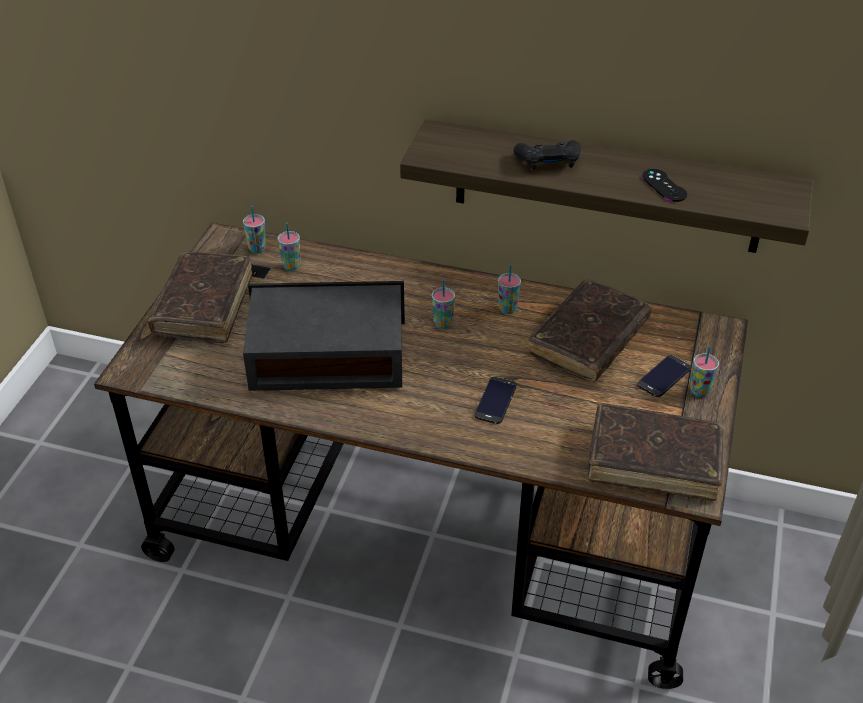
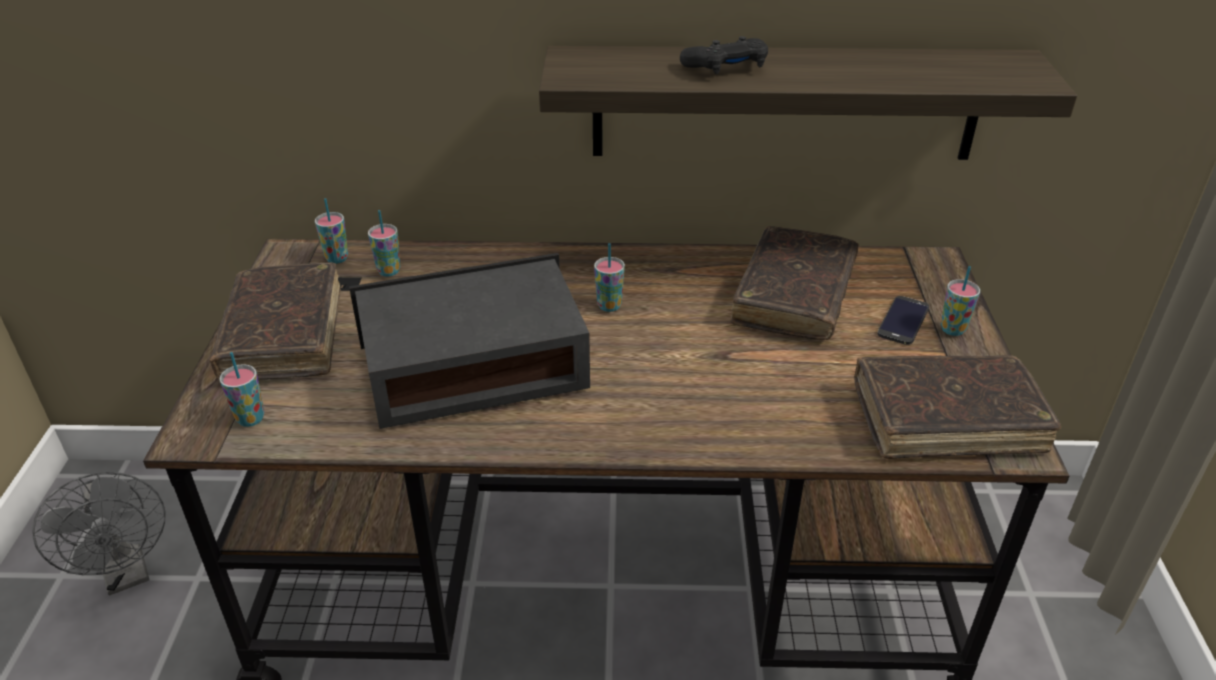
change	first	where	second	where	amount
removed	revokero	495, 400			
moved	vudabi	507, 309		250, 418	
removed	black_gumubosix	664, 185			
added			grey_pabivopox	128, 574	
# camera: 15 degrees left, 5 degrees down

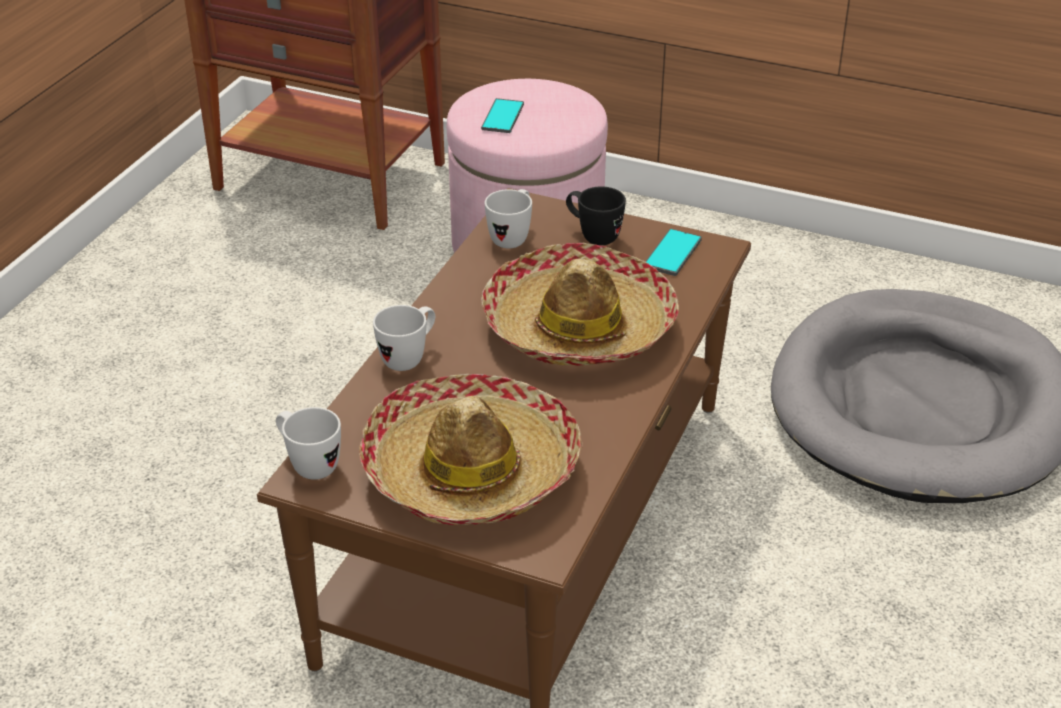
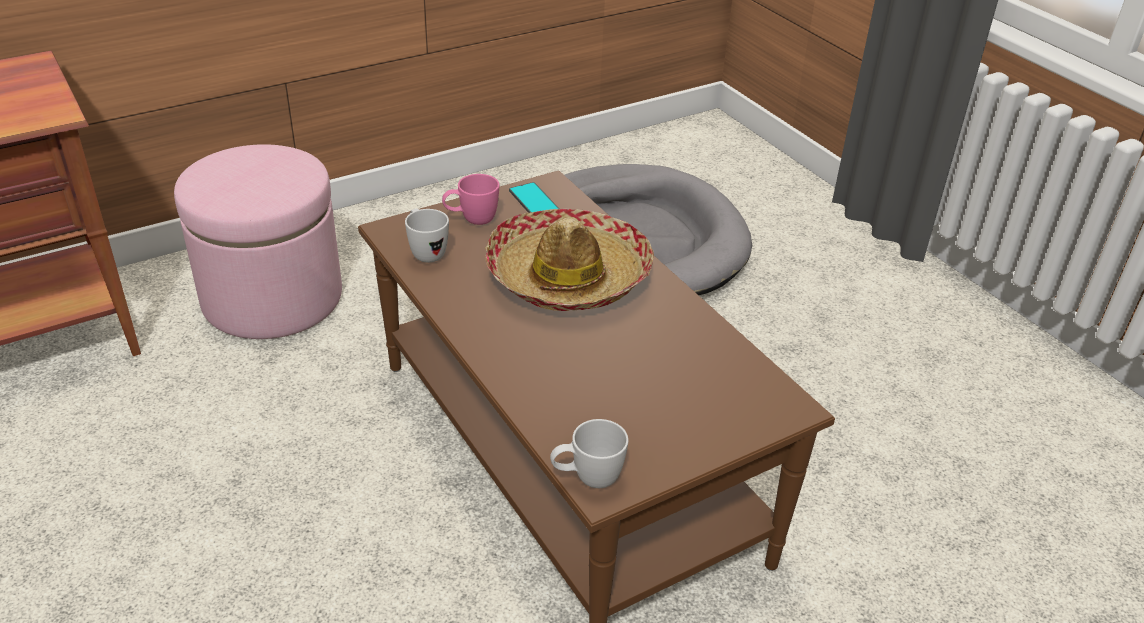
change	first	where	second	where	amount
removed	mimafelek	471, 469			
removed	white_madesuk	409, 357			
removed	revokero	502, 117			
recoloured	black_madesuk	593, 236	pink_madesuk	471, 220	
# camera: 55 degrees left, 0 degrees up

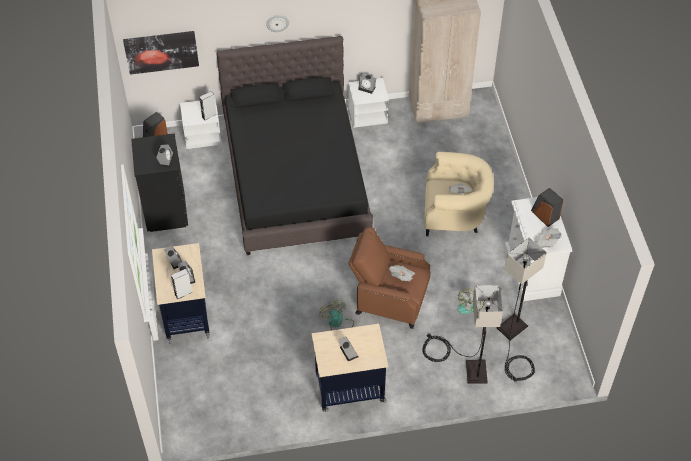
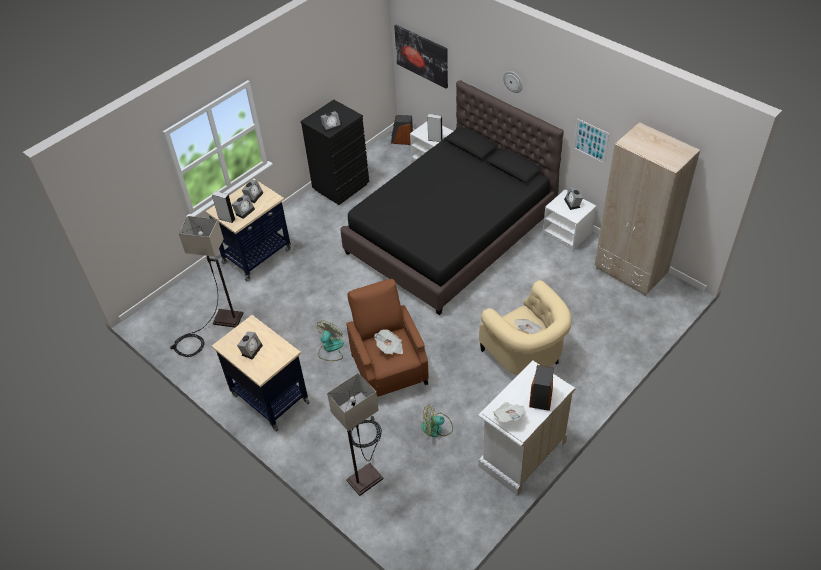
change	first	where	second	where	amount
moved	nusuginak	515, 349		206, 333	
added			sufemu	591, 141	
# camera: 55 degrees right, 5 degrees down

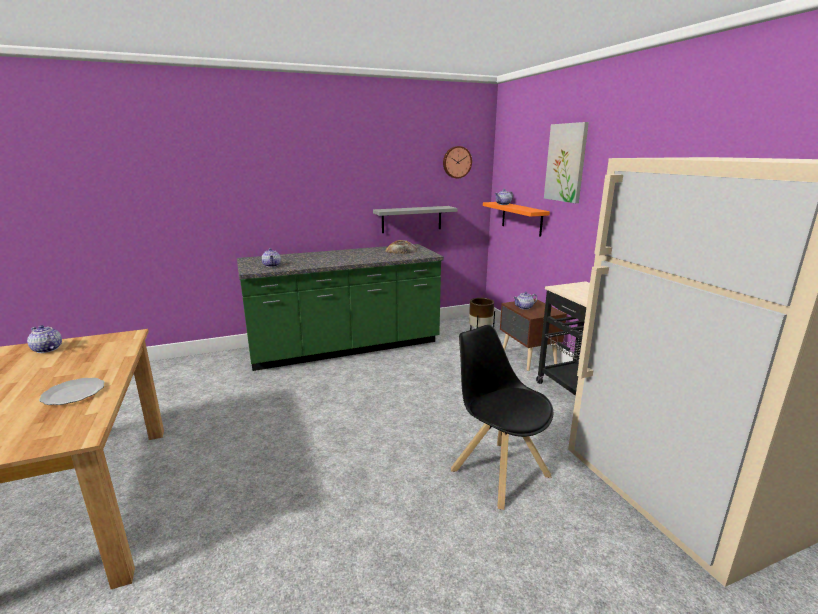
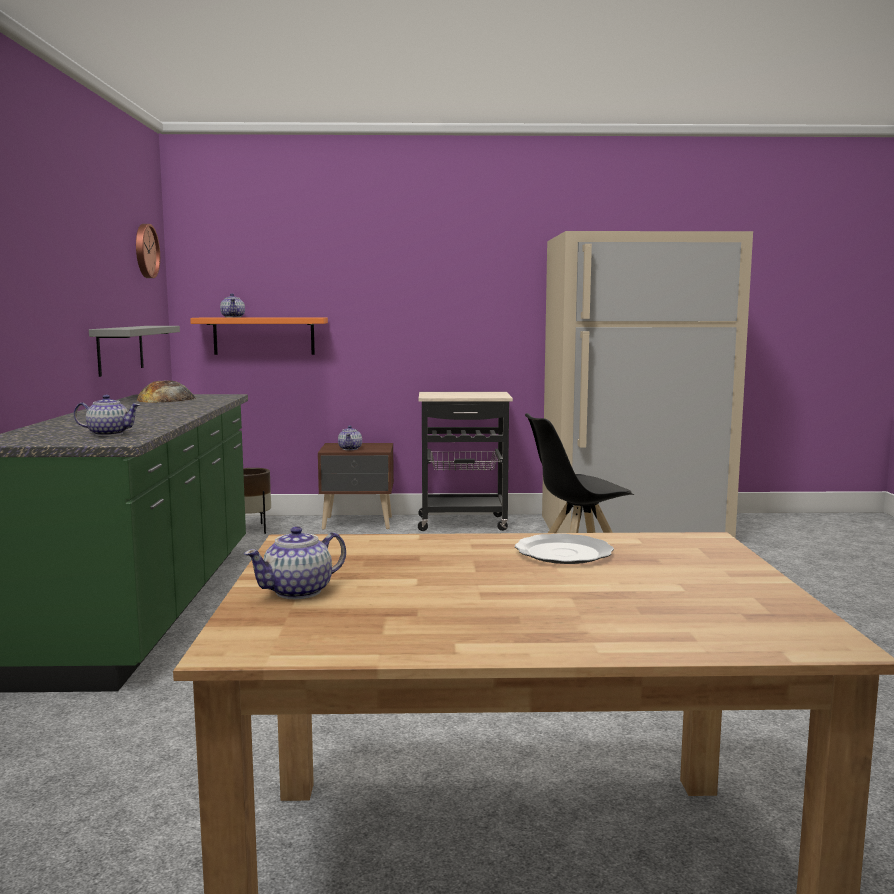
change	first	where	second	where	amount
removed	sufemu	566, 163			
# camera: 70 degrees left, 10 degrees down

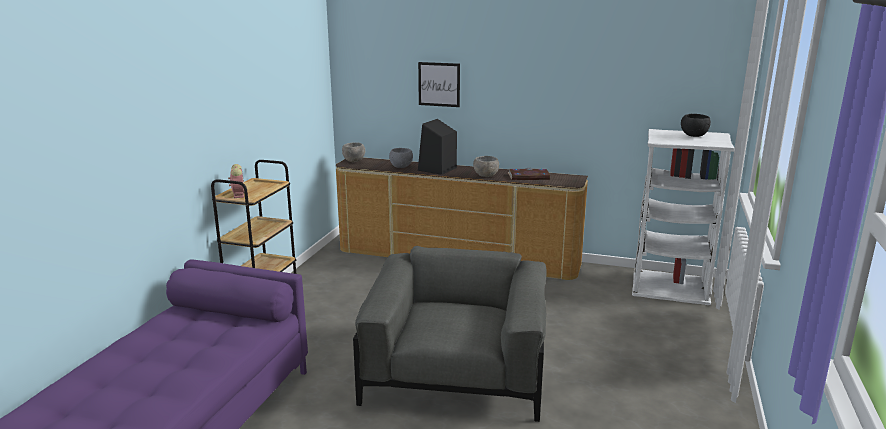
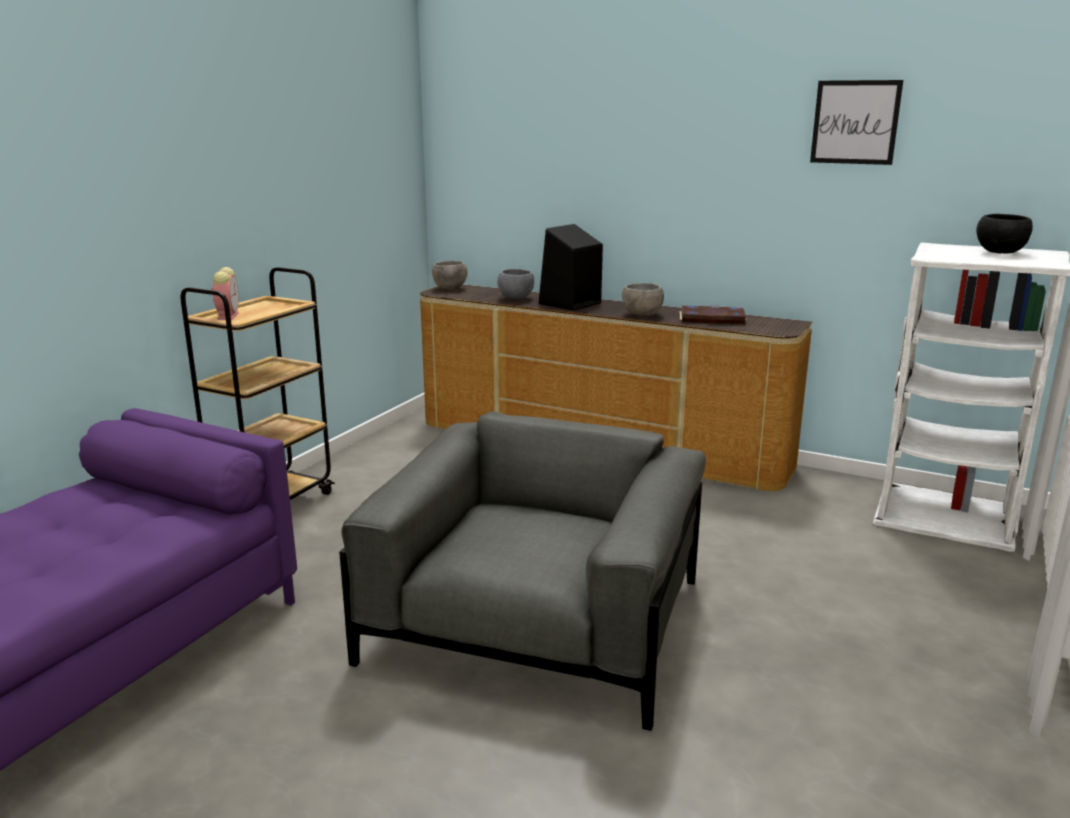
change	first	where	second	where	amount
moved	sufemu	439, 84		855, 122	
# camera: 10 degrees right, 0 degrees up

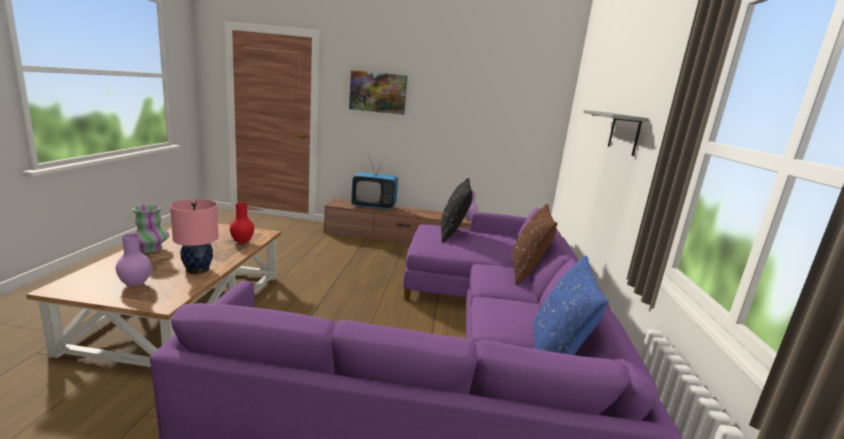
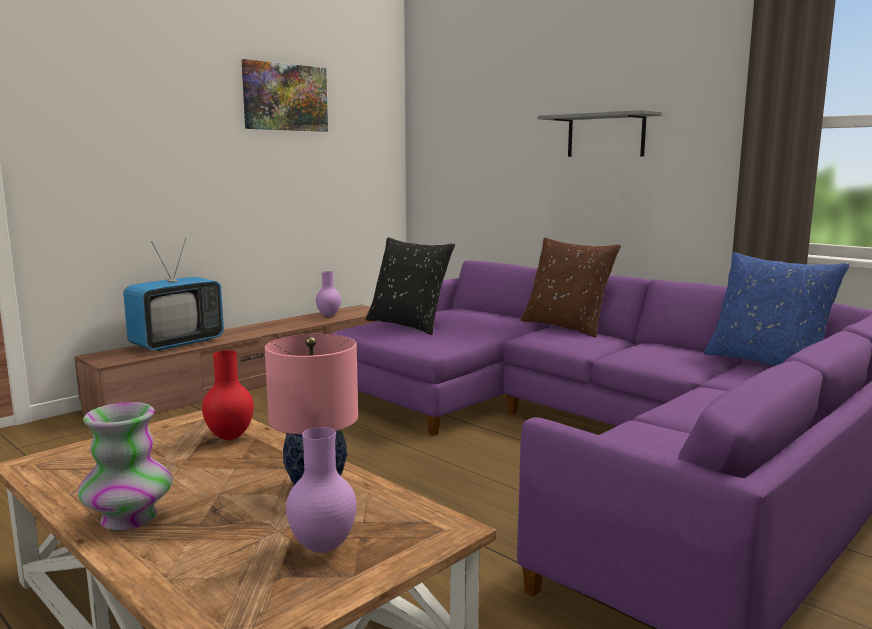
change	first	where	second	where	amount
moved	sufemu	378, 92		285, 97	
# camera: 50 degrees left, 5 degrees down

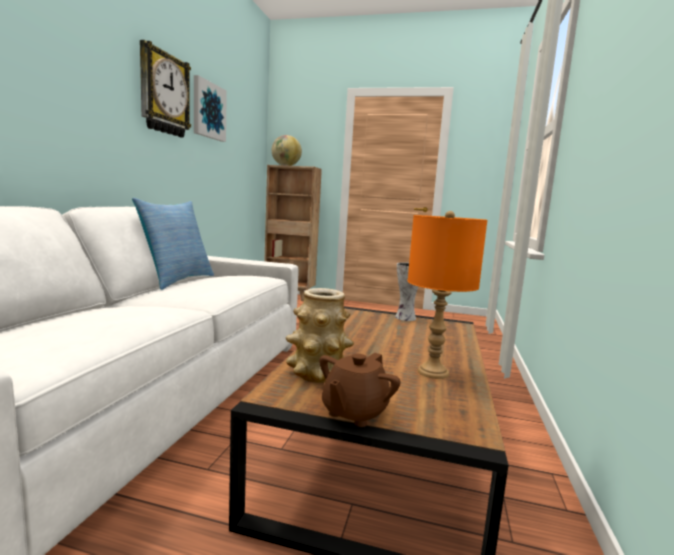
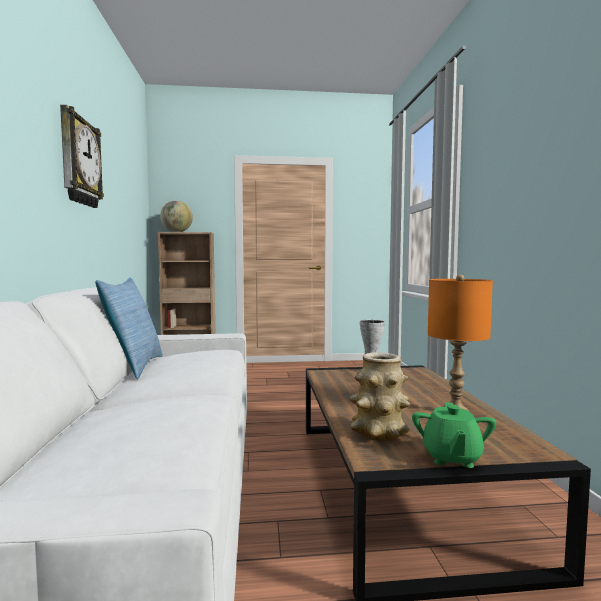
change	first	where	second	where	amount
removed	sufemu	208, 110			
recoloured	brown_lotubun	354, 412	green_lotubun	451, 458	
# camera: 20 degrees left, 5 degrees down

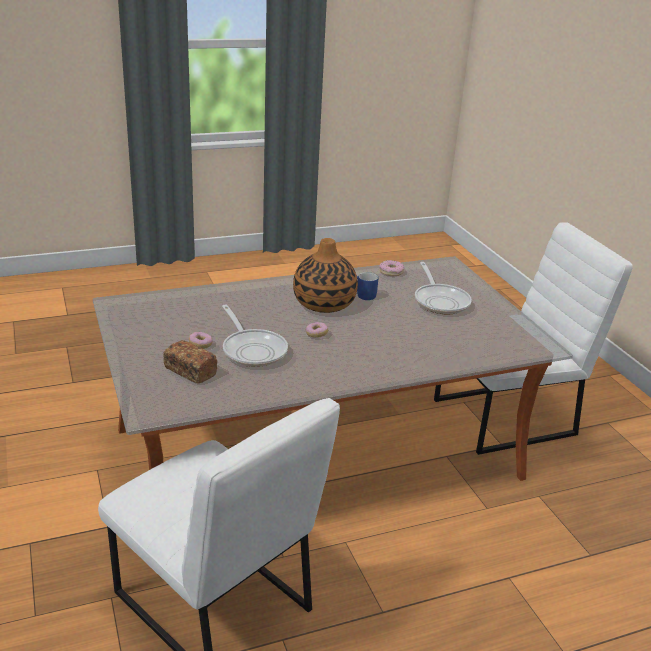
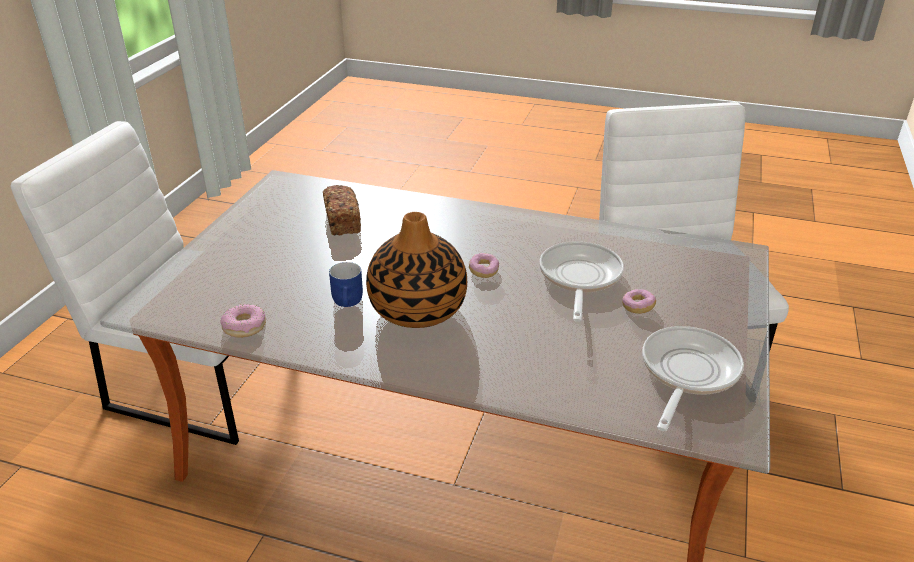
change	first	where	second	where	amount
moved	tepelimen	190, 371		343, 221	
moved	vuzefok	440, 301		686, 373	
# camera: 140 degrees left, 5 degrees up

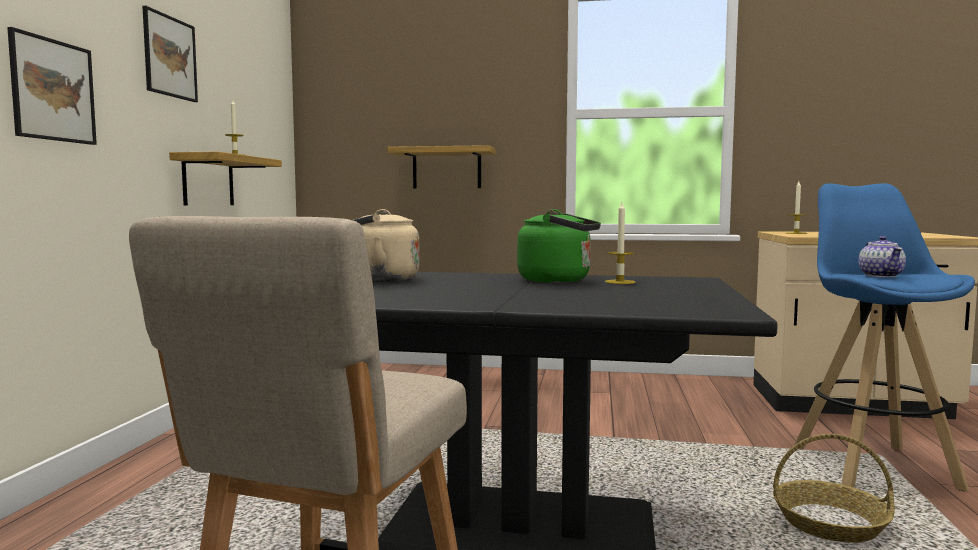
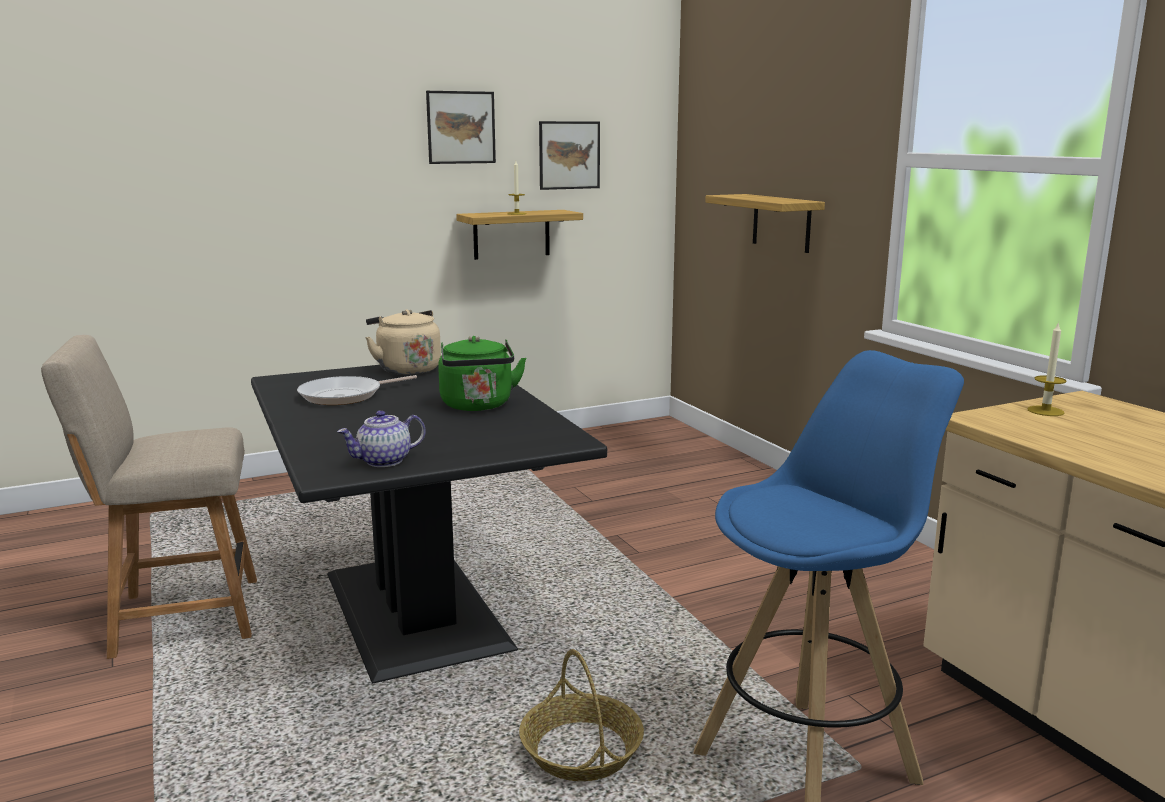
change	first	where	second	where	amount
moved	sufemu	53, 90		569, 155	
removed	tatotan	620, 282			
moved	lotubun	881, 275		384, 461	
added			vuzefok	345, 396	
# camera: 55 degrees right, 10 degrees up

